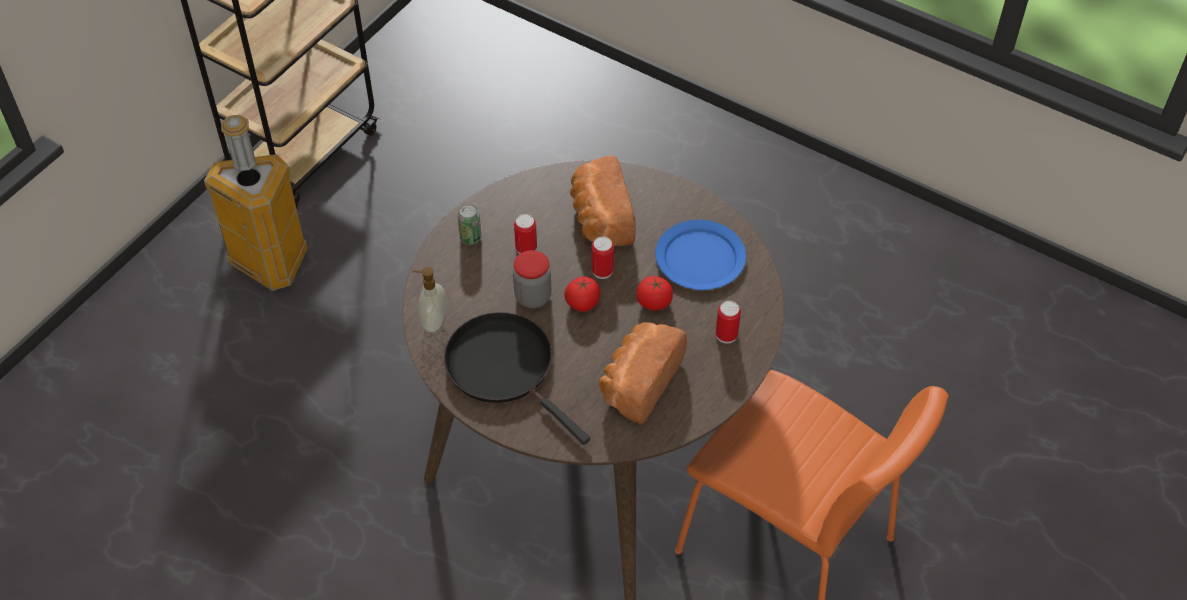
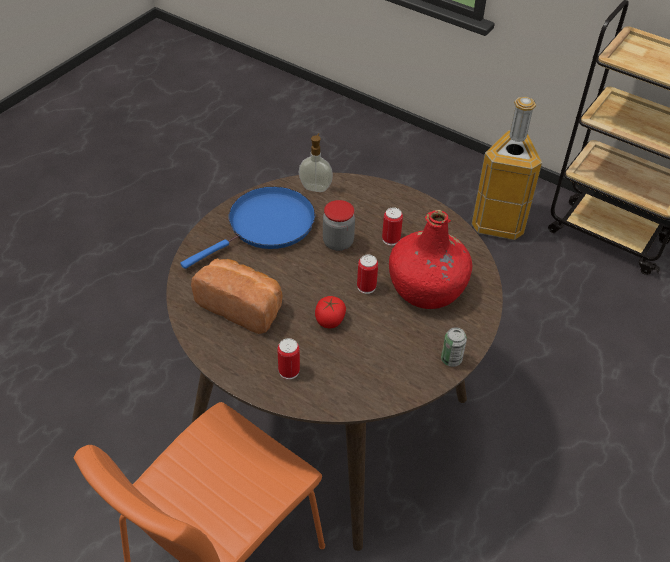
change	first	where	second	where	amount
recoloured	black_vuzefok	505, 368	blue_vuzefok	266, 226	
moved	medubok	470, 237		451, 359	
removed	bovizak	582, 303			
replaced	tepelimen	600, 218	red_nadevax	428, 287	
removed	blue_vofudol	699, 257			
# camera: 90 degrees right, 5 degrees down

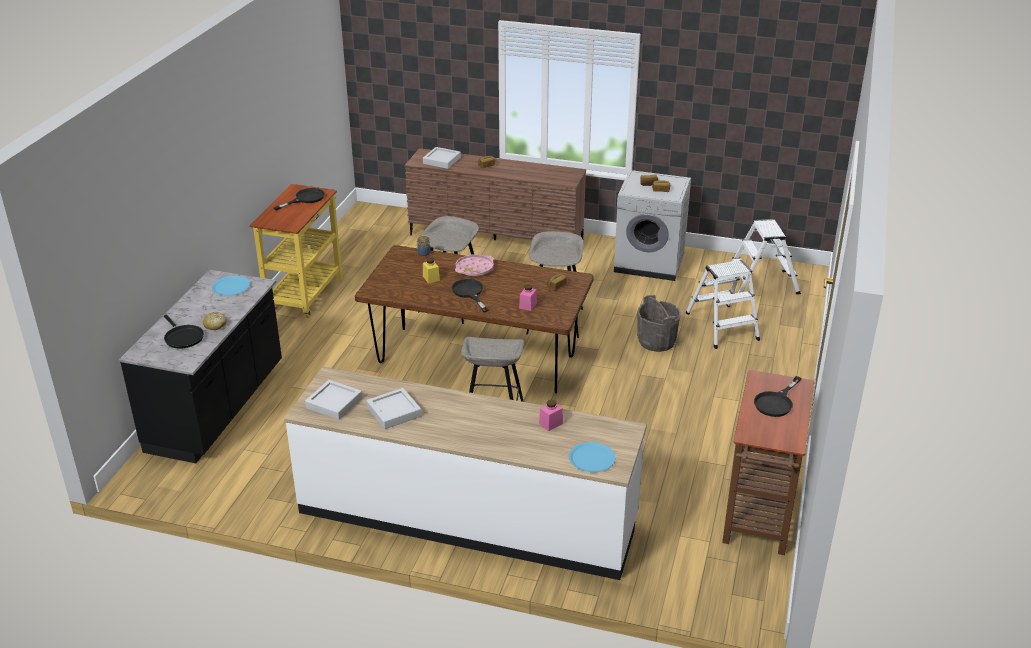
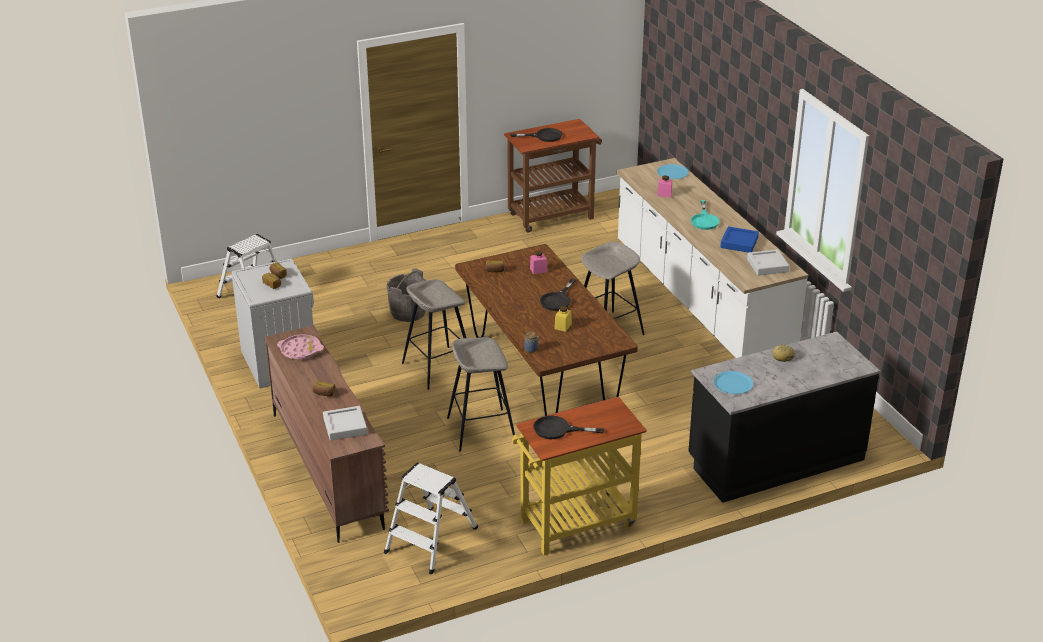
change	first	where	second	where	amount
removed	black_vuzefok	183, 337			
recoloured	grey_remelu	394, 412	blue_remelu	739, 243	
moved	pink_remelu	474, 269		300, 350	
moved	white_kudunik	722, 326		431, 540	
added			turquoise_vuzefok	704, 220	
# camera: 130 degrees left, 0 degrees up

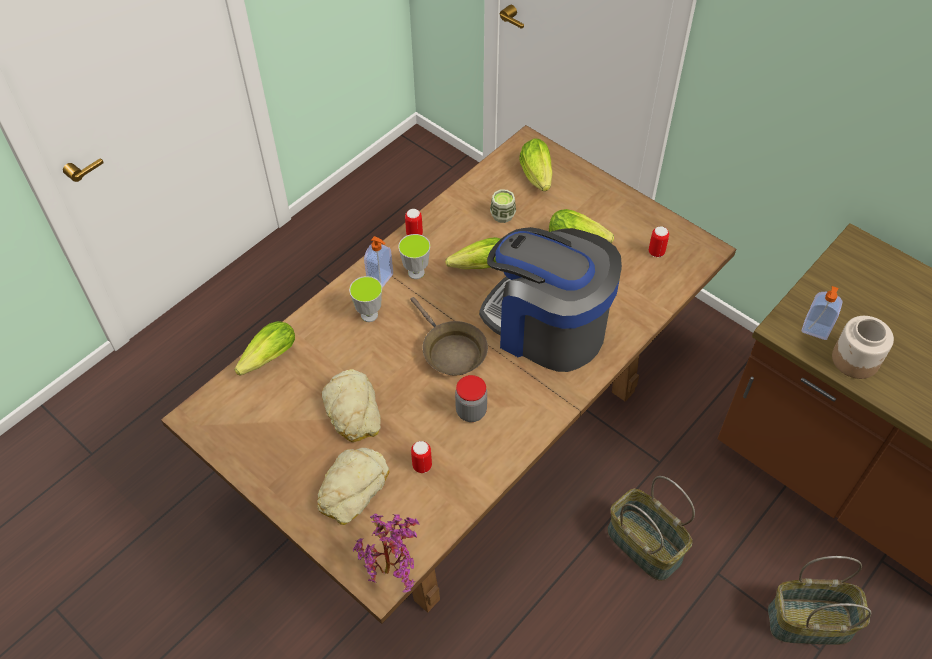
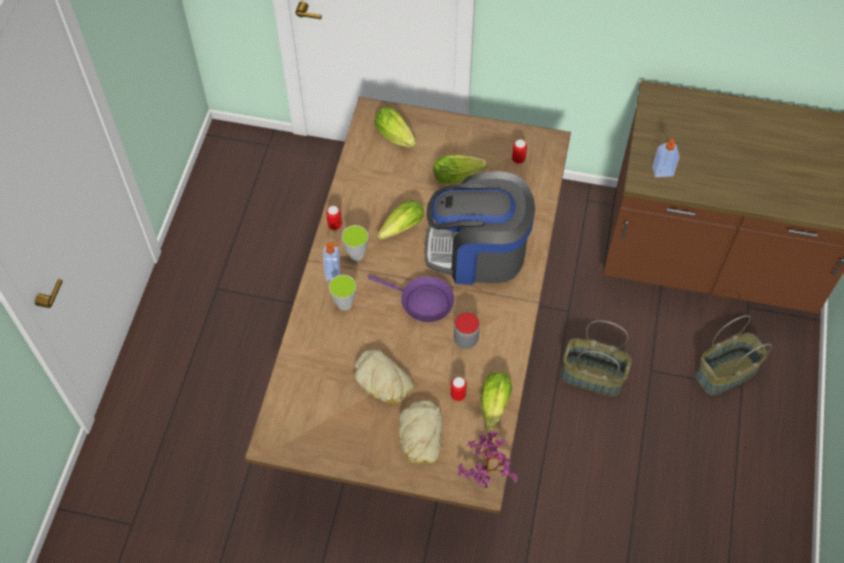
change	first	where	second	where	amount
moved	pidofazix	266, 360		493, 407	
recoloured	brown_vuzefok	451, 351	purple_vuzefok	422, 302	
removed	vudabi	502, 215			
removed	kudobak	856, 360			
# camera: 30 degrees left, 5 degrees up

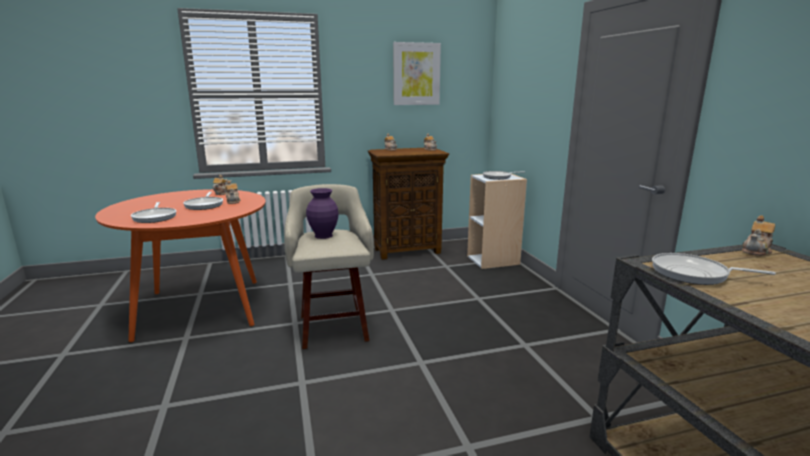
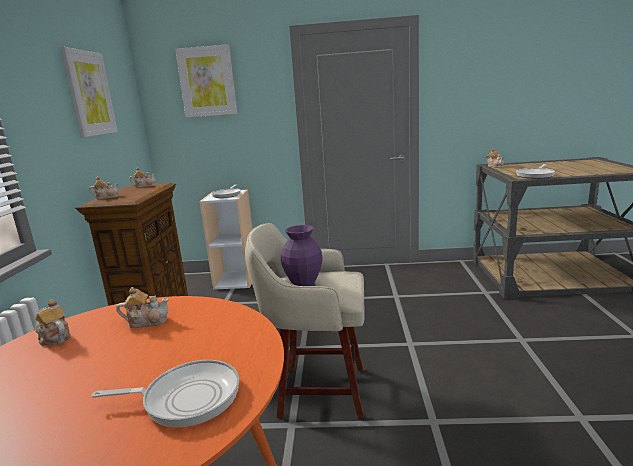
change	first	where	second	where	amount
removed	vuzefok	204, 205			
added			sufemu	207, 82	
# camera: 70 degrees left, 0 degrees up

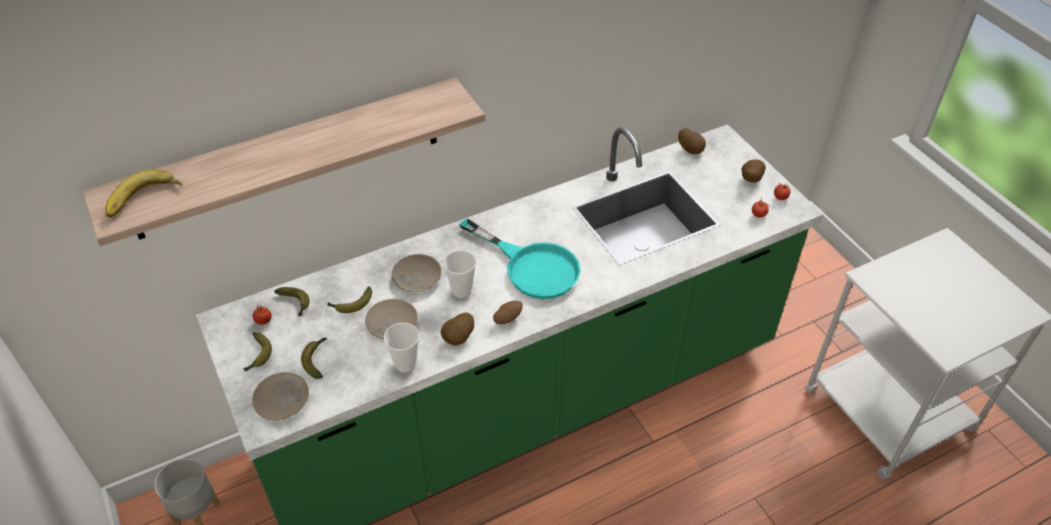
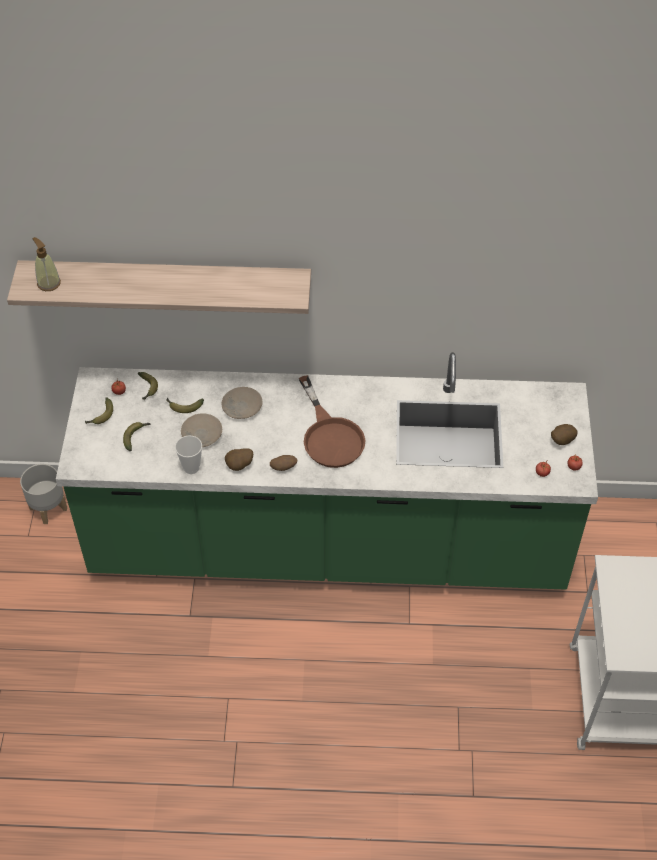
change	first	where	second	where	amount
replaced	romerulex	144, 200	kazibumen	48, 283	
removed	beige_vofudol	282, 400			
removed	vudabi	462, 291			
recoloured	turquoise_vuzefok	532, 267	brown_vuzefok	330, 435	
removed	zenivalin	691, 150			
# camera: 30 degrees right, 5 degrees up

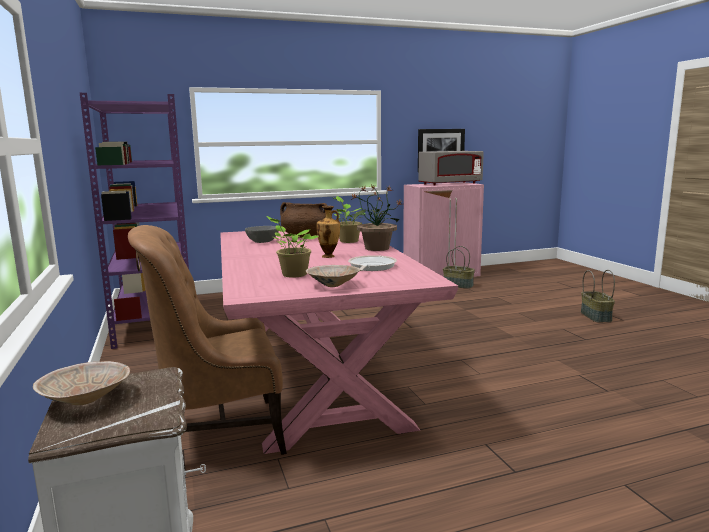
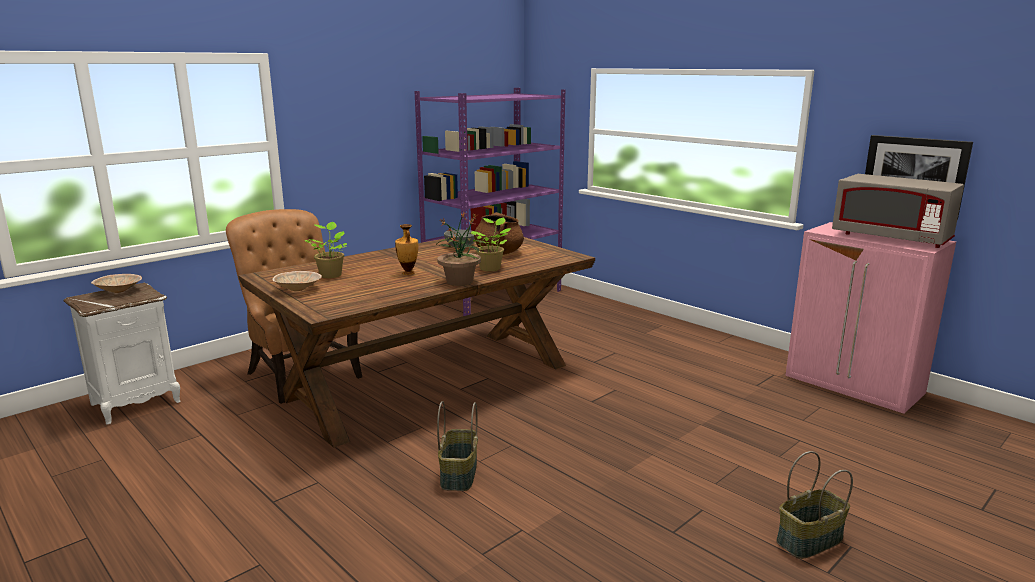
change	first	where	second	where	amount
recoloured	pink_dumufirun	313, 371	brown_dumufirun	430, 379	
removed	vuzefok	371, 267			
moved	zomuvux	458, 285		459, 475	
# camera: 65 degrees right, 5 degrees up

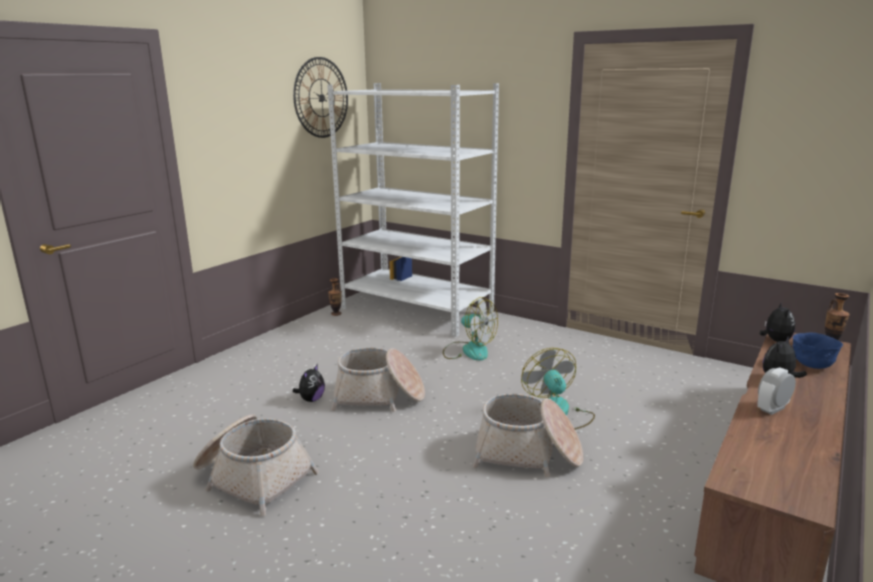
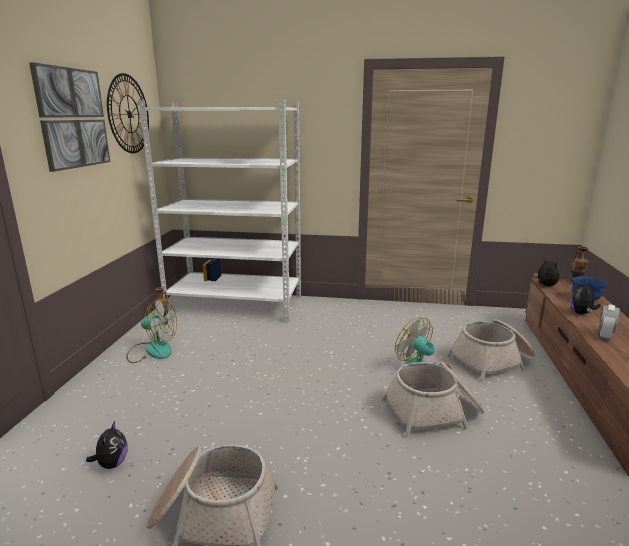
change	first	where	second	where	amount
moved	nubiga	311, 399		112, 464	
moved	zomuvux	379, 396		492, 361	
moved	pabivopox	468, 350		152, 350	
added			sufemu	73, 118	
# camera: 25 degrees left, 0 degrees up

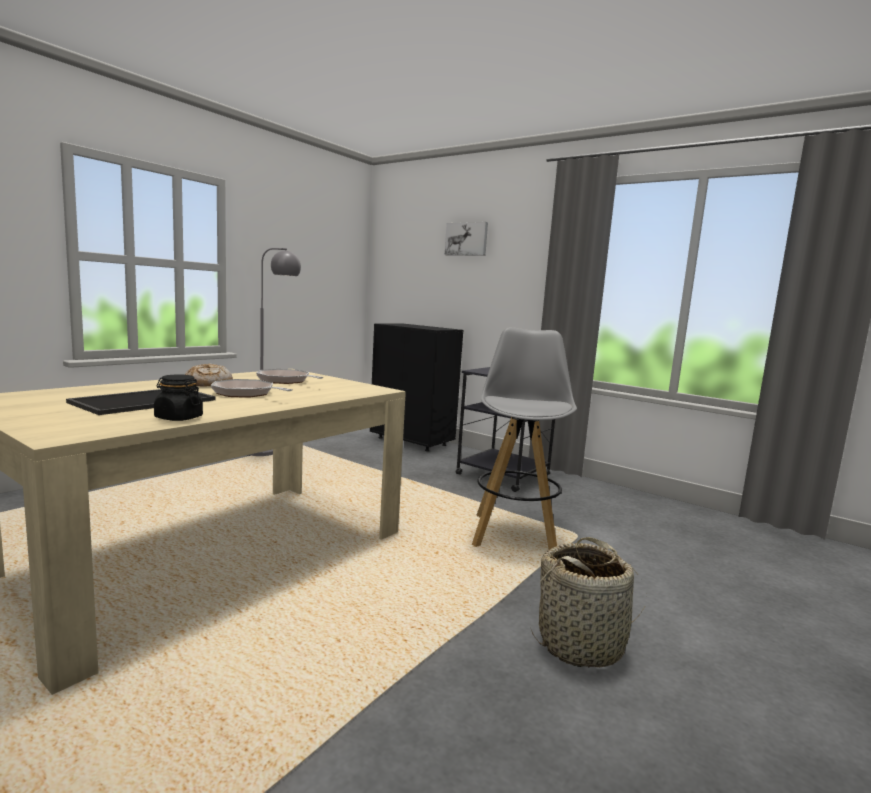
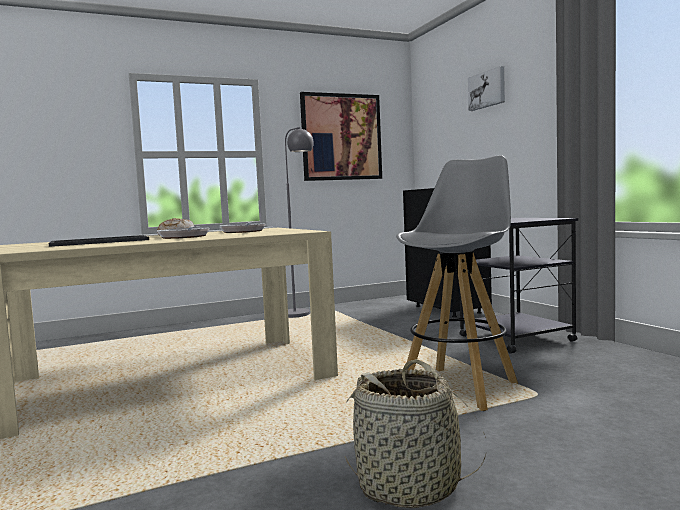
change	first	where	second	where	amount
removed	black_kudobak	178, 418			
added			sufemu	341, 137	
# camera: 30 degrees right, 5 degrees down

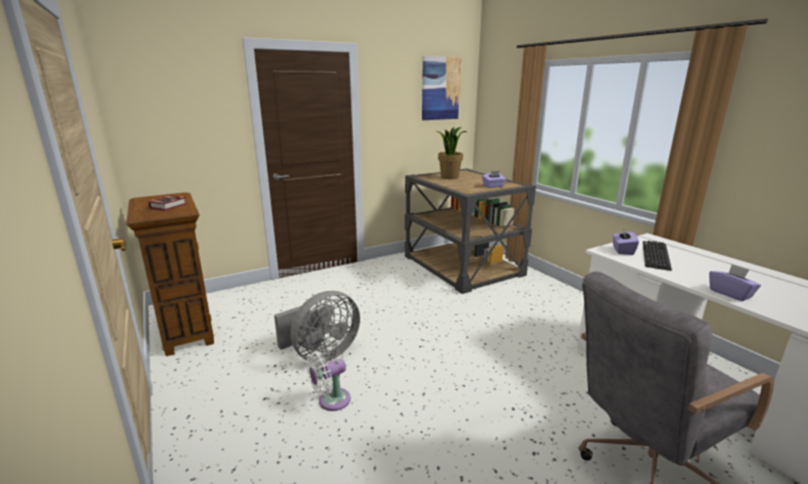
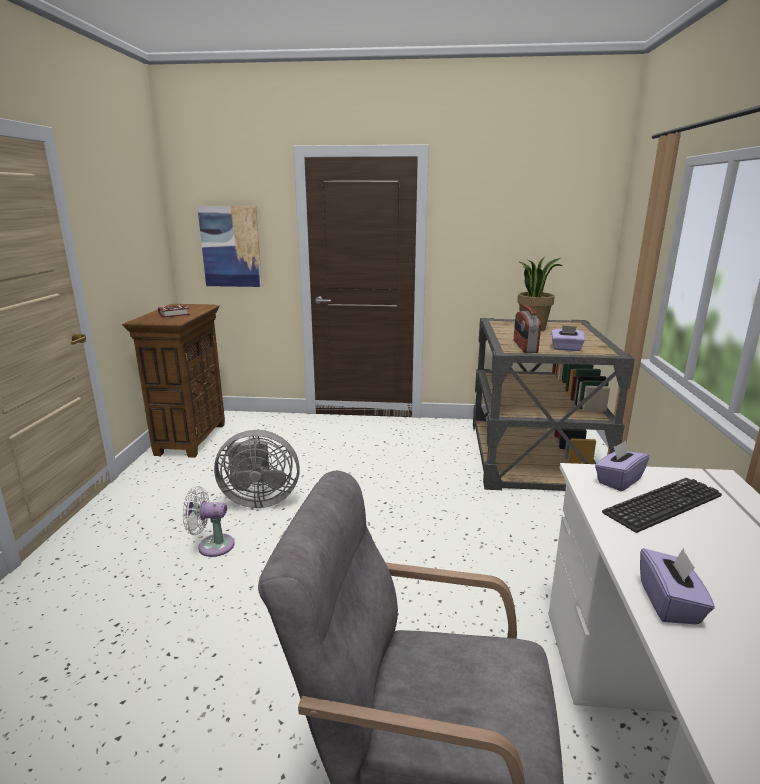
change	first	where	second	where	amount
moved	sufemu	441, 88		231, 247	
added			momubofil	524, 347	
# camera: 35 degrees right, 0 degrees up

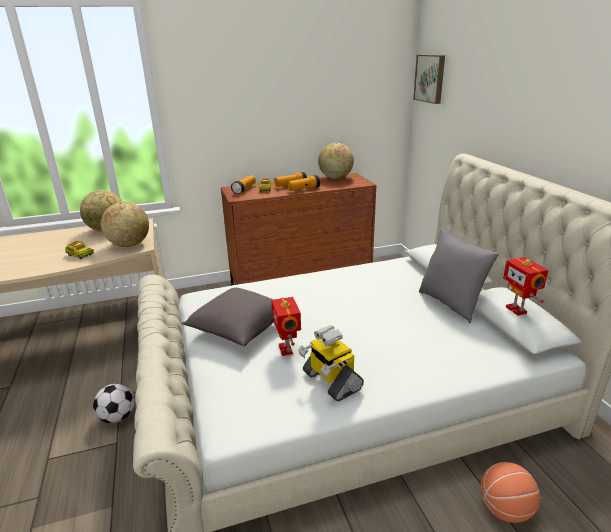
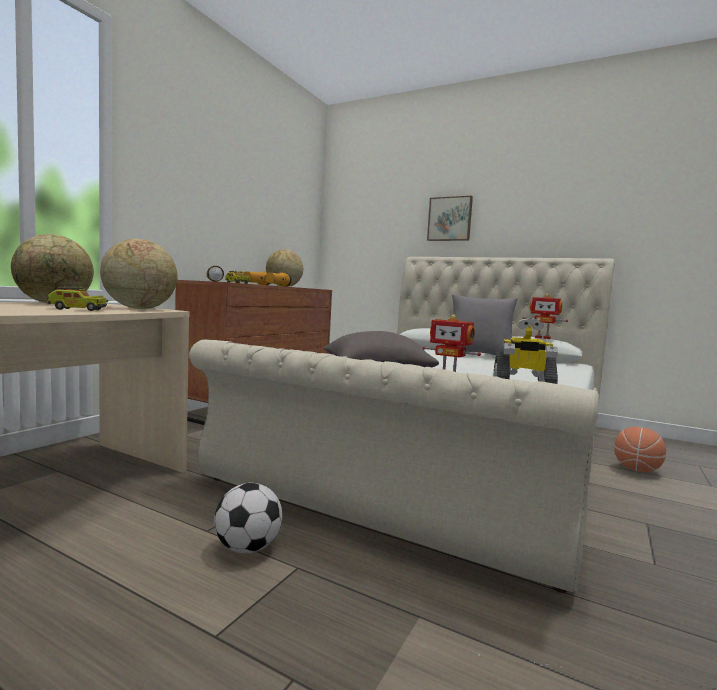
change	first	where	second	where	amount
moved	sufemu	430, 78		450, 219	
# camera: 45 degrees left, 20 degrees down

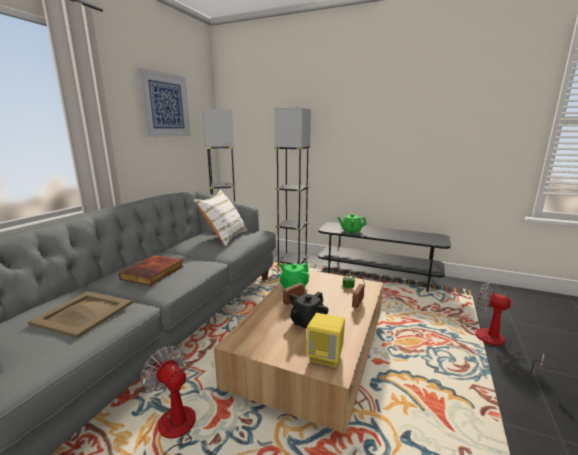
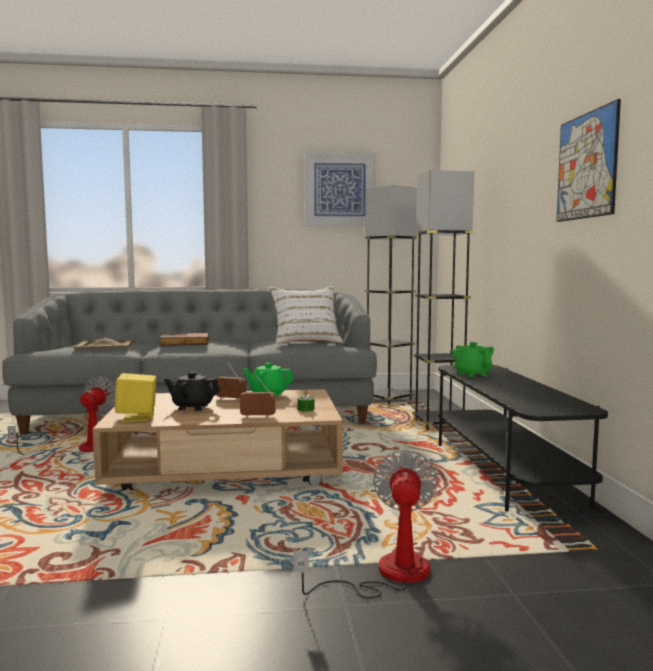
change	first	where	second	where	amount
added			sufemu	586, 166	
# camera: 60 degrees right, 10 degrees down

